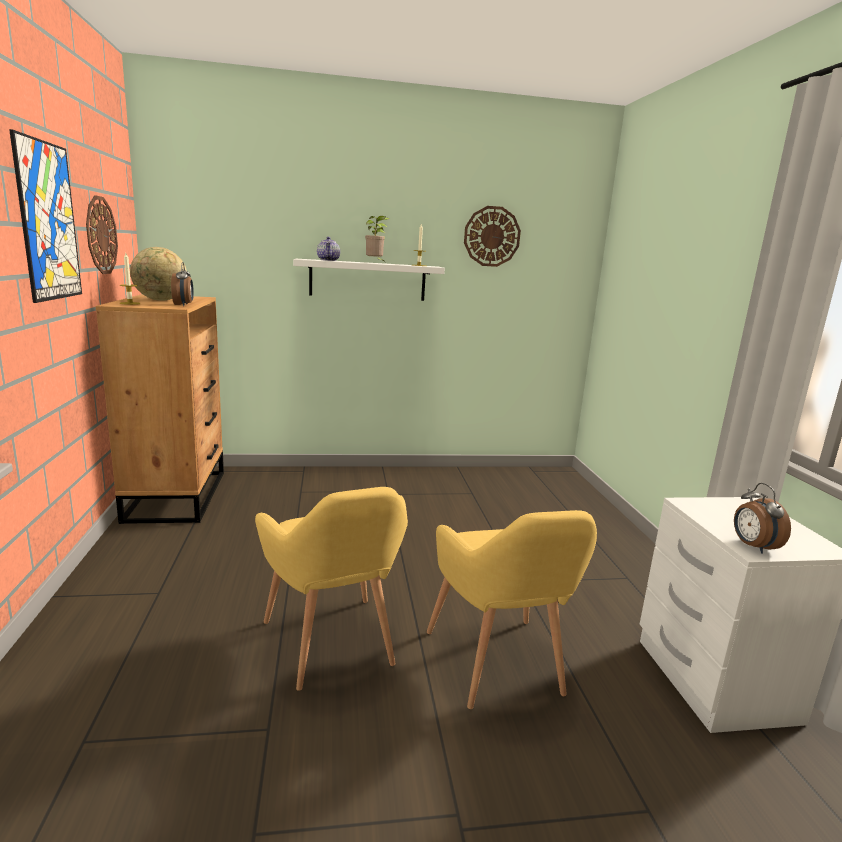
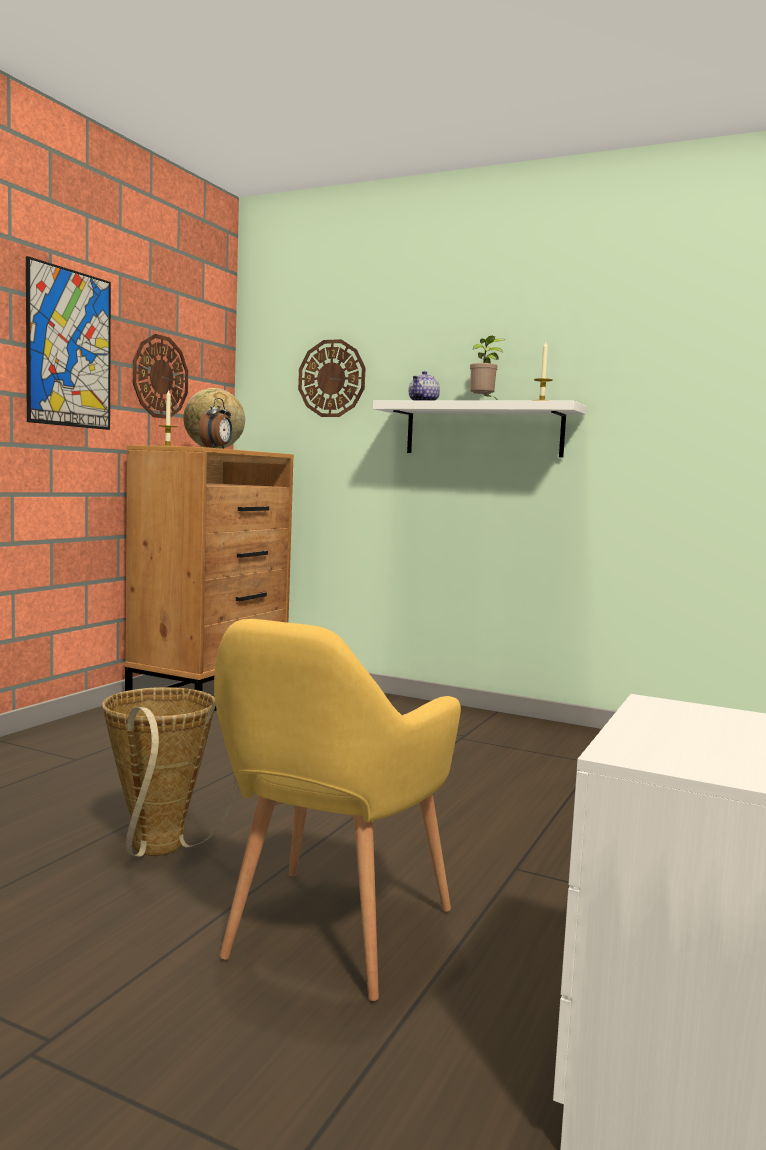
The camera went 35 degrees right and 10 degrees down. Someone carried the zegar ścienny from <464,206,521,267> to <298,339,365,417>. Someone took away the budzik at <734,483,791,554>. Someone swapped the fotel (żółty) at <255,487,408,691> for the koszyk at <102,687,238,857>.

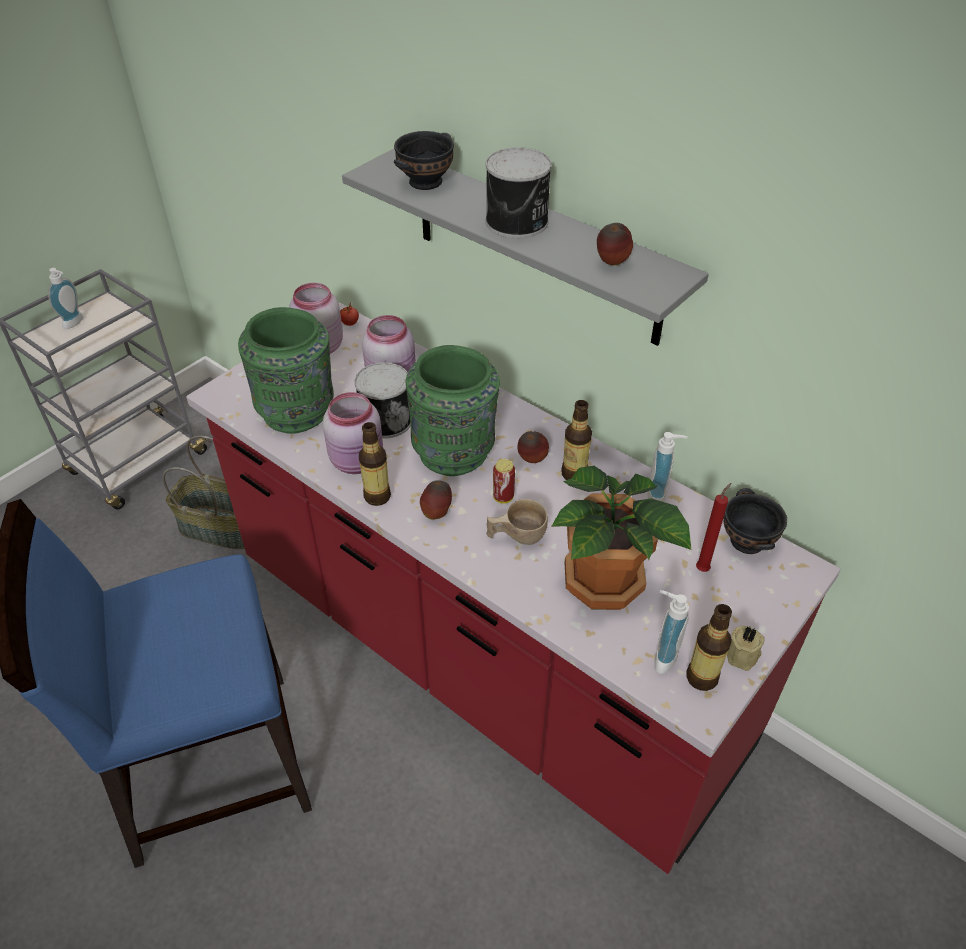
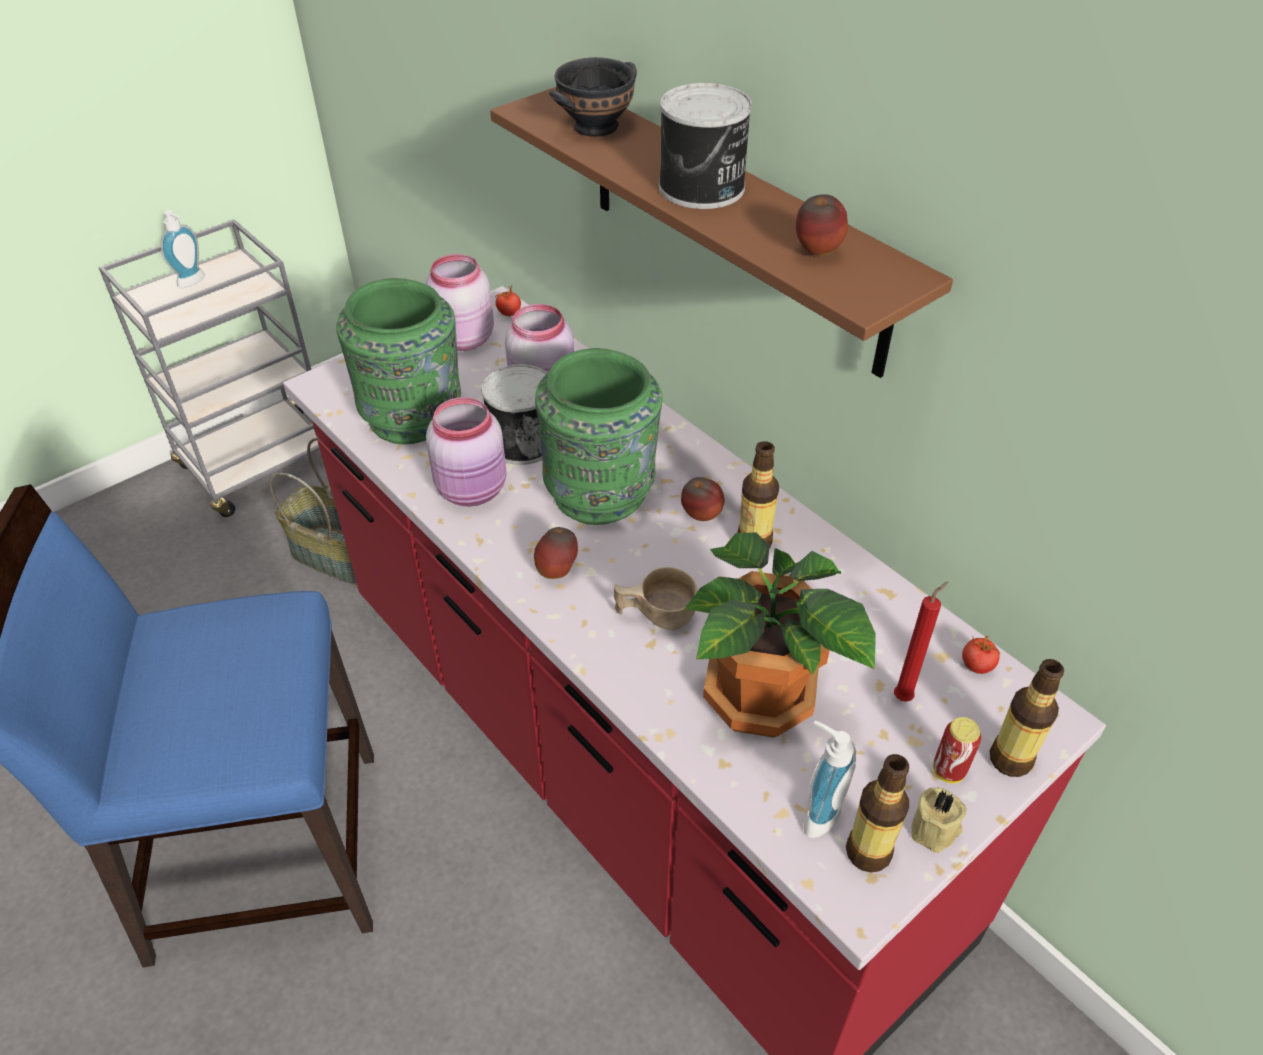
The camera went 10 degrees right and 0 degrees up. Someone repainted the półka (szary) at <342,149,709,346>, which became the półka (brązowy) at <490,87,953,378>. Someone carried the butelka from <359,422,391,506> to <990,659,1064,777>. Someone took away the dozownik mydła at <647,432,688,502>. Someone carried the puszka from <493,459,515,504> to <933,717,981,783>. Someone swapped the miska (czarny) at <724,488,787,554> for the pomidor at <962,635,1000,674>.

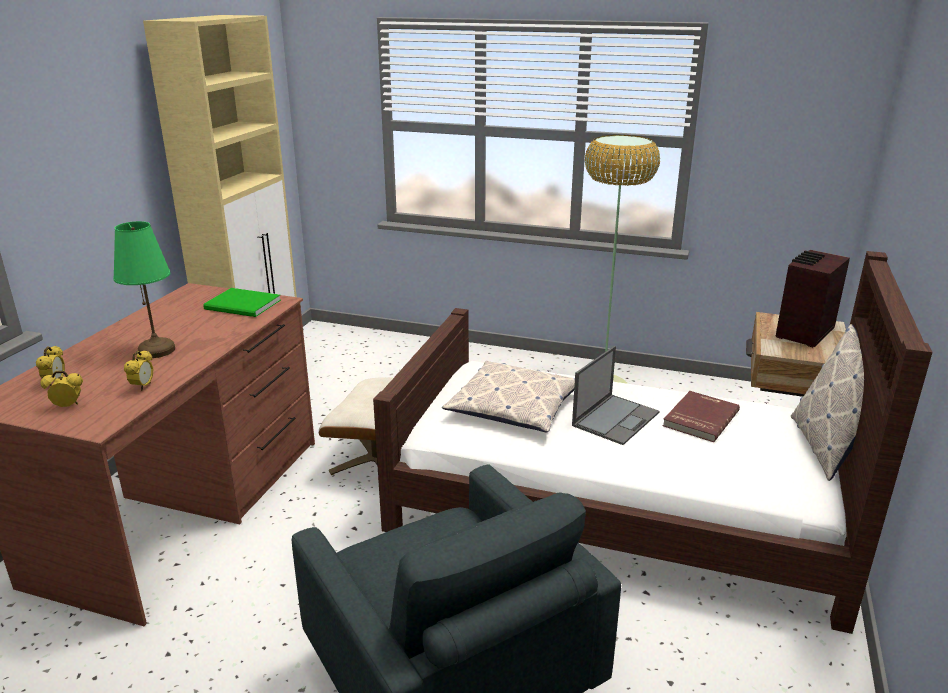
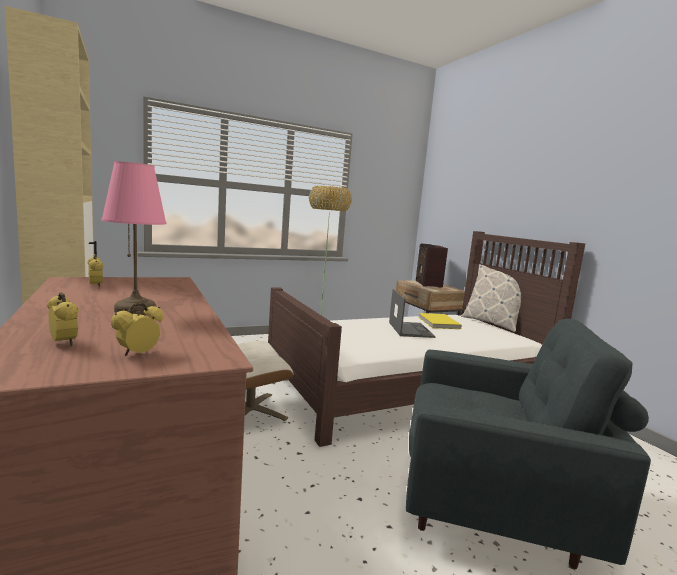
The camera went 45 degrees left and 15 degrees down. Someone repainted the lampa stołowa (zielony) at <113,221,175,358>, which became the lampa stołowa (różowy) at <102,161,166,315>. Someone took away the książka (zielony) at <203,288,281,317>. Someone carried the budzik from <124,350,153,391> to <88,254,104,287>. Someone took away the poduszka at <442,361,575,433>. Someone repainted the książka (czerwony) at <663,391,740,442>, which became the książka (żółty) at <418,313,462,329>.

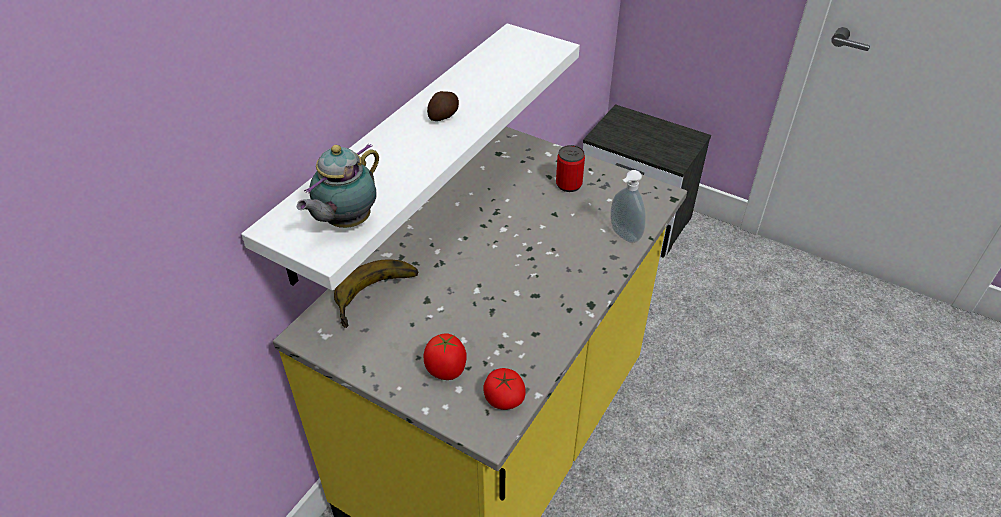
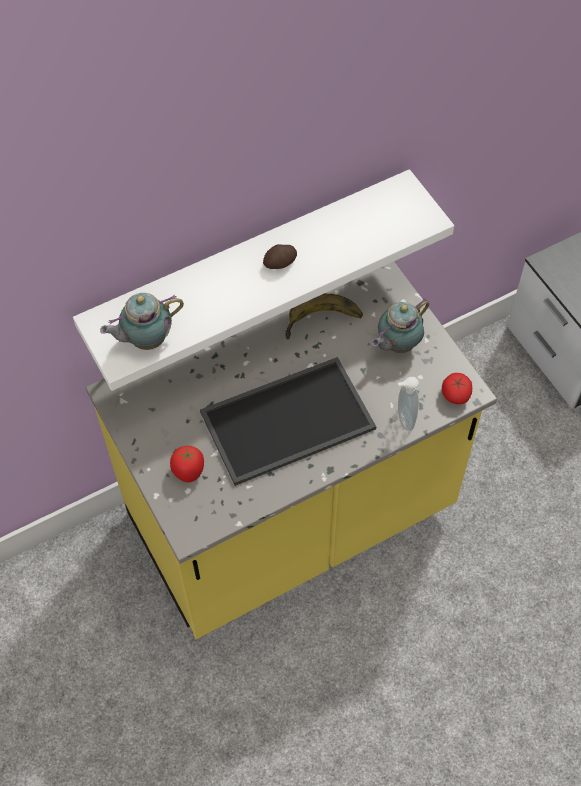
The camera went 30 degrees right and 15 degrees up. Someone swapped the puszka at <556,145,585,192> for the imbryk at <371,298,429,353>. Someone carried the banan from <334,259,419,328> to <285,293,363,339>. Someone carried the pomidor from <484,368,526,410> to <442,373,472,404>. Someone put down the taca at <200,357,376,486>.

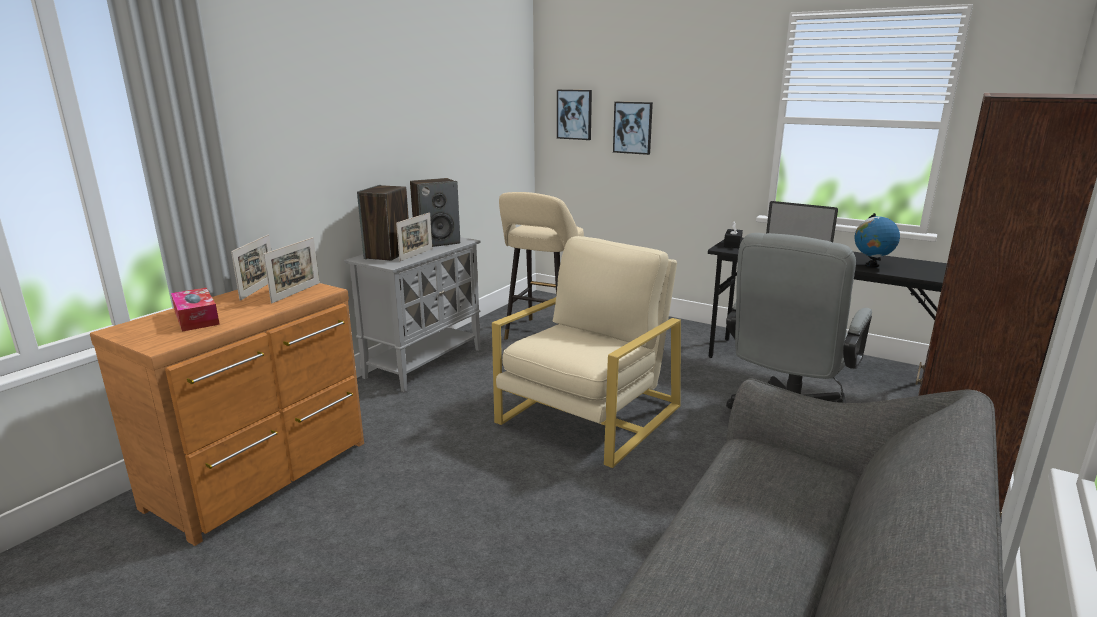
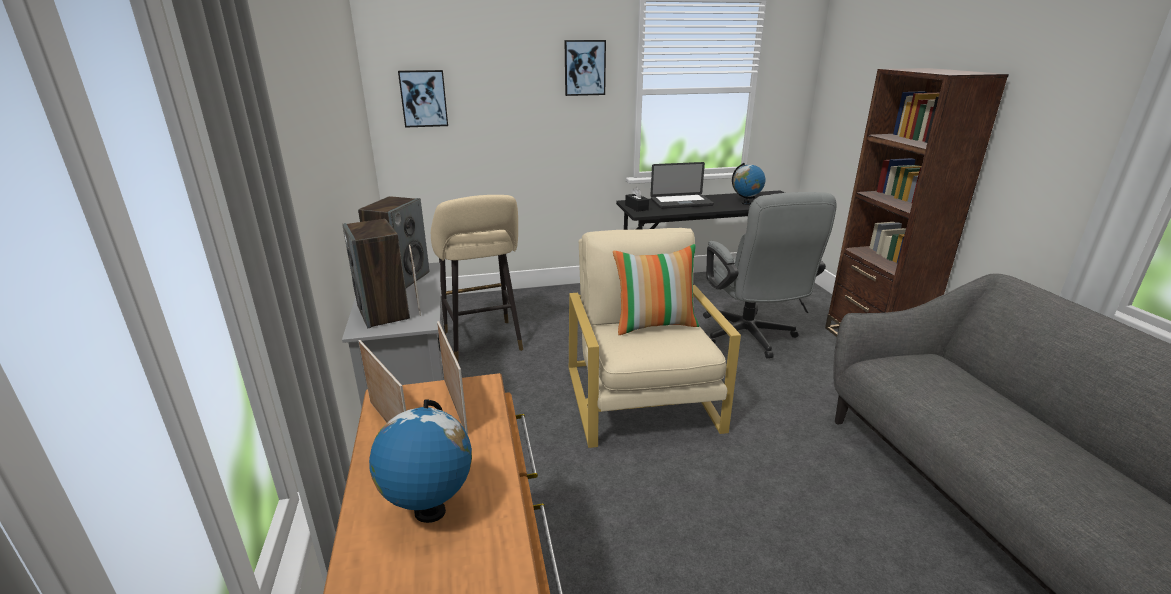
The camera went 45 degrees left and 5 degrees up. Someone carried the obraz from <613,102,653,155> to <564,40,606,96>. Someone swapped the pudełko chusteczek at <171,288,220,332> for the globus at <369,399,472,523>. Someone put down the poduszka at <613,244,699,335>.

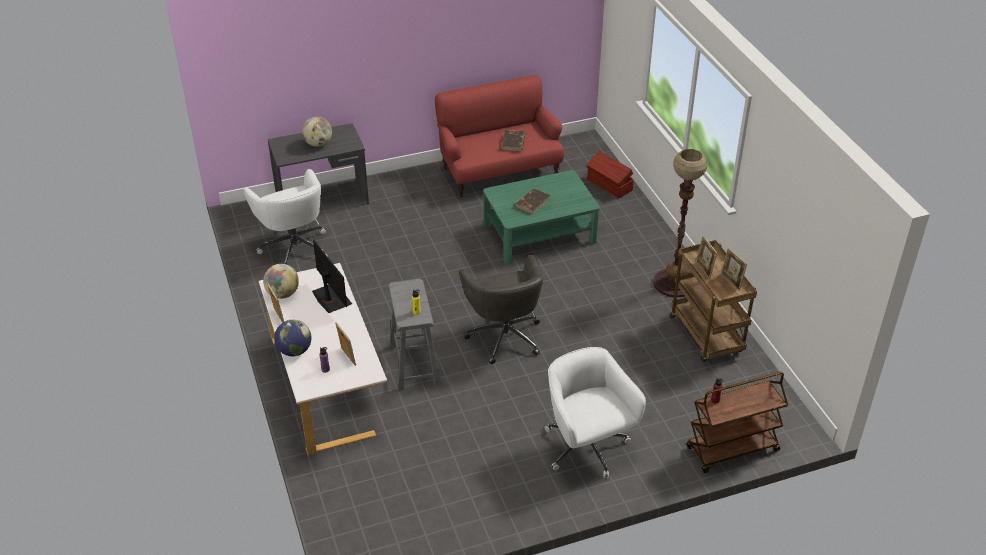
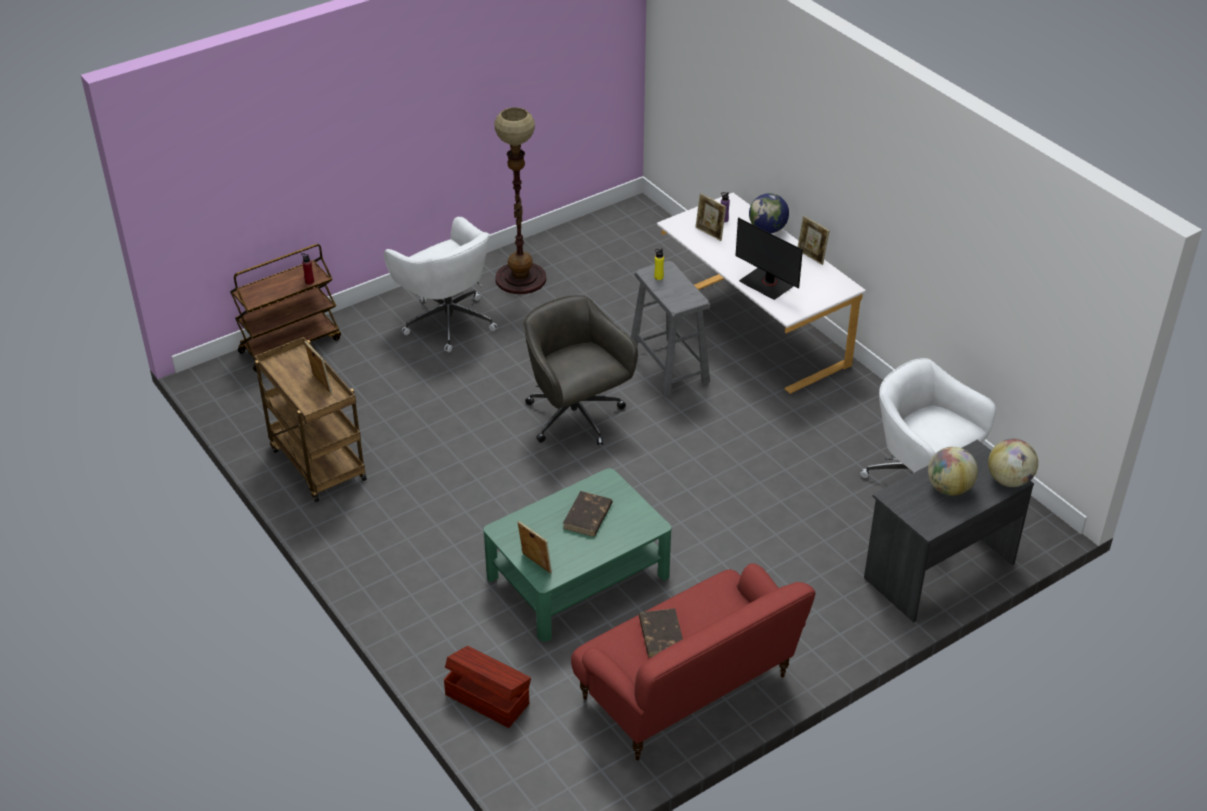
The camera went 165 degrees right and 0 degrees up. Someone carried the lampa stojąca from <653,149,708,297> to <494,107,546,294>. Someone carried the ramka na zdjęcie from <721,248,747,290> to <517,521,552,574>. Someone carried the globus from <263,264,299,299> to <988,439,1038,487>.

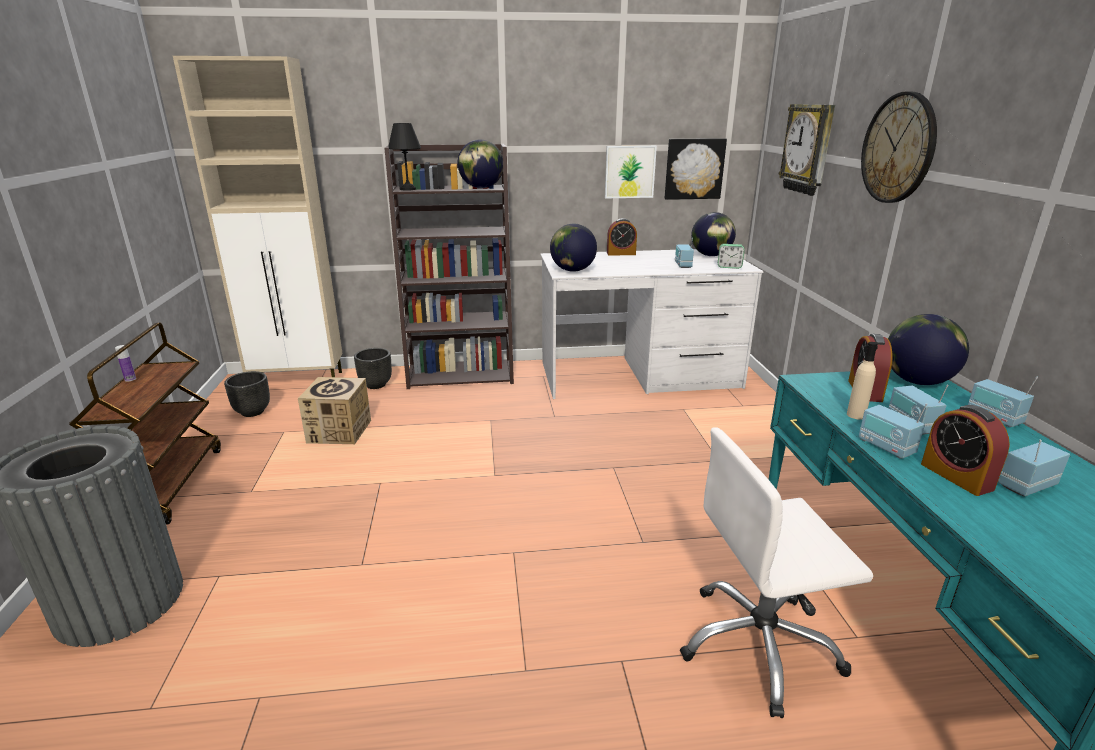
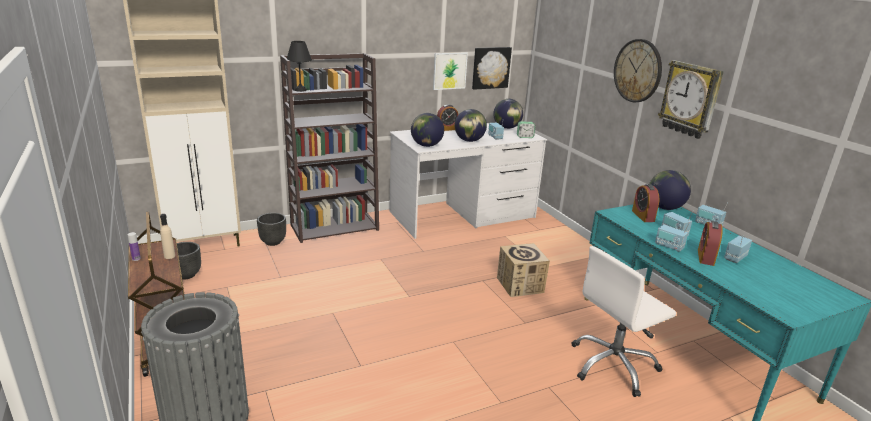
The camera went 20 degrees left and 0 degrees up. Someone carried the zegar ścienny from <778,104,835,196> to <658,60,724,139>. Someone carried the globus from <458,140,503,188> to <455,109,487,142>. Someone carried the butelka (beżowy) from <847,342,878,420> to <160,214,175,259>. Someone carried the karton from <298,377,371,444> to <497,243,550,297>. Someone rotated the budzik at <921,405,1010,496> by 60 degrees clockwise.

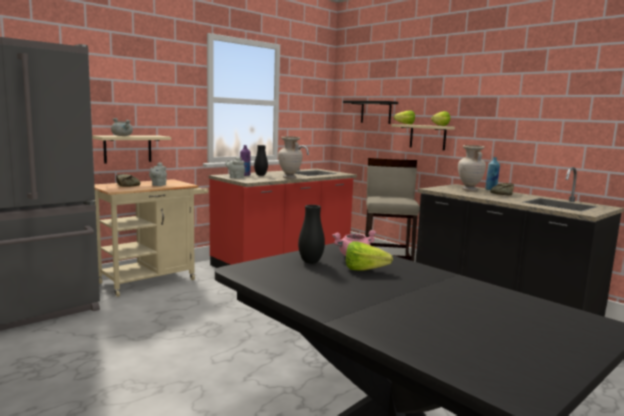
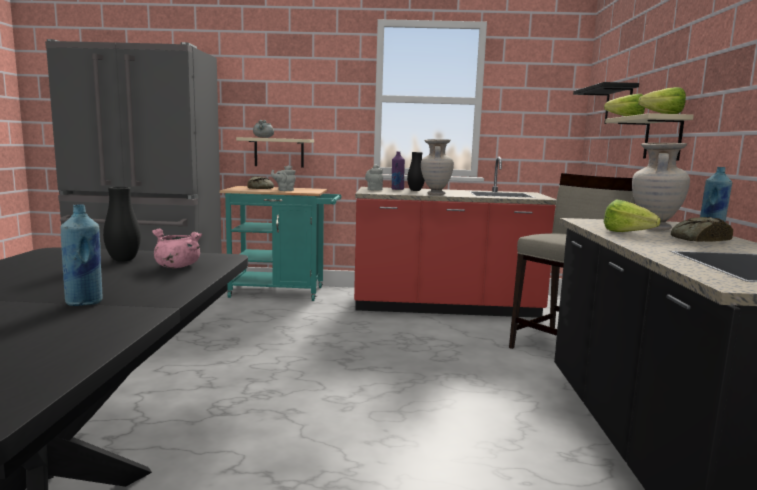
The camera went 45 degrees right and 0 degrees up. Someone repainted the wózek (beżowy) at <94,179,208,297>, which became the wózek (turkusowy) at <219,186,342,301>. Someone carried the sałata from <346,241,393,271> to <604,199,661,232>. Someone put down the butelka (niebieski) at <61,204,102,306>.

